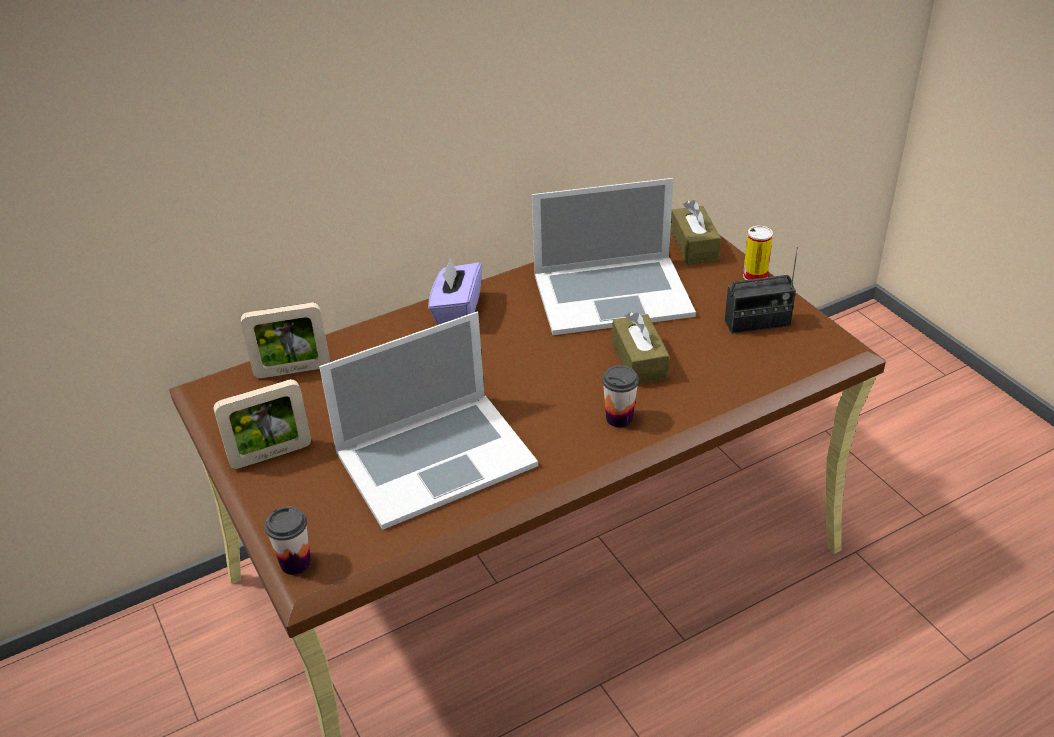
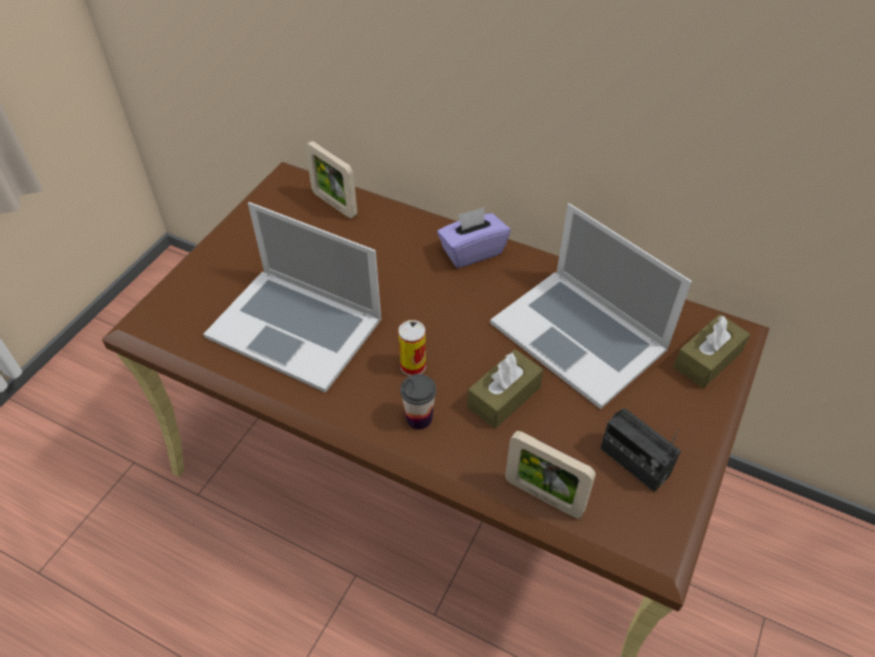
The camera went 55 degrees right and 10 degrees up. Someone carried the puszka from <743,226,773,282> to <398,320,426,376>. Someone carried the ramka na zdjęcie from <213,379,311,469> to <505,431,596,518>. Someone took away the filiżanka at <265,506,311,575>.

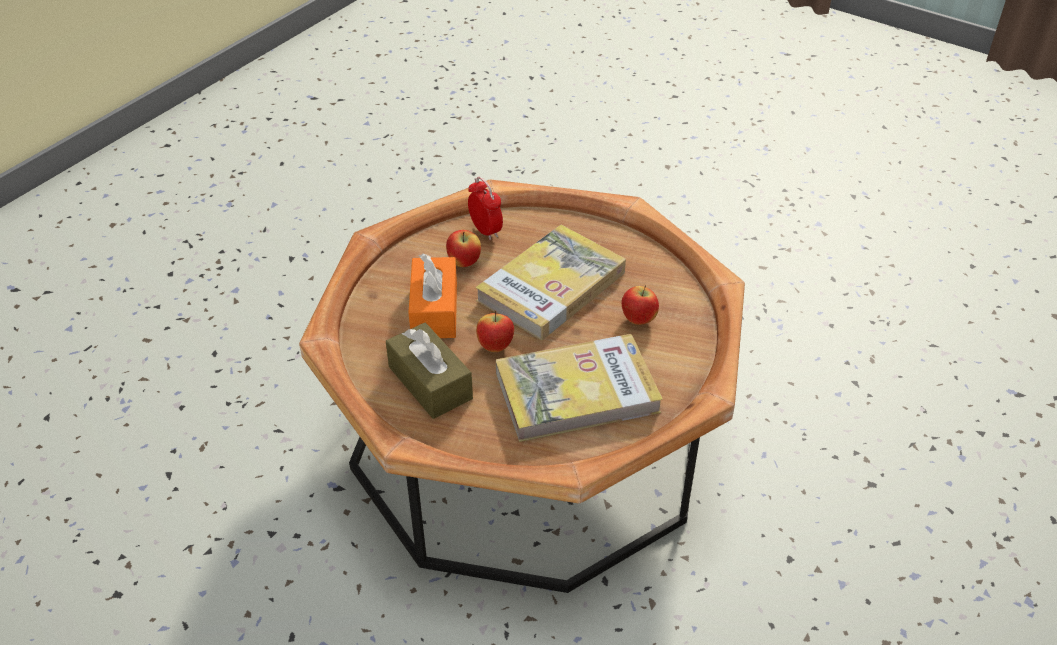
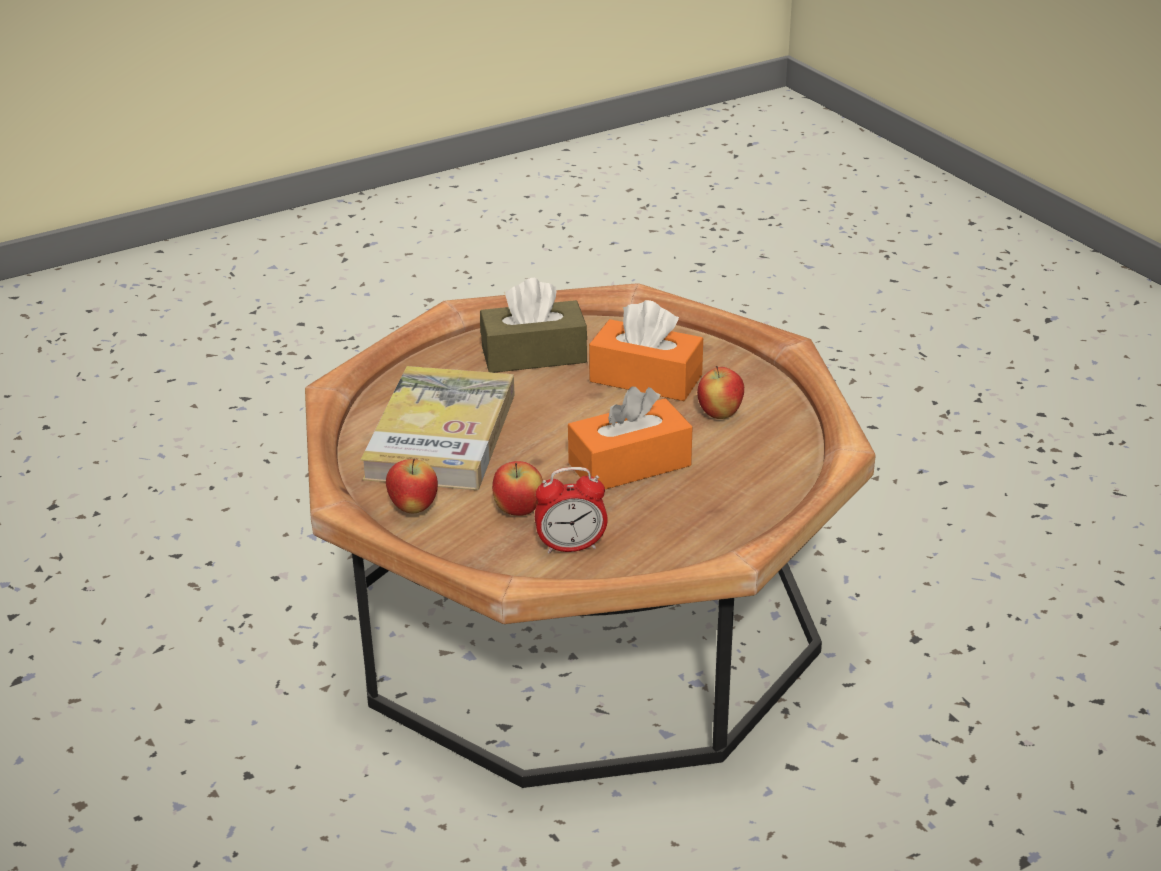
The camera went 115 degrees right and 10 degrees down. Someone carried the budzik from <468,177,503,240> to <535,467,608,554>. Someone swapped the książka at <475,225,626,340> for the pudełko chusteczek (pomarańczowy) at <568,386,693,489>. Someone carried the jabłko from <476,310,514,352> to <386,459,438,513>.

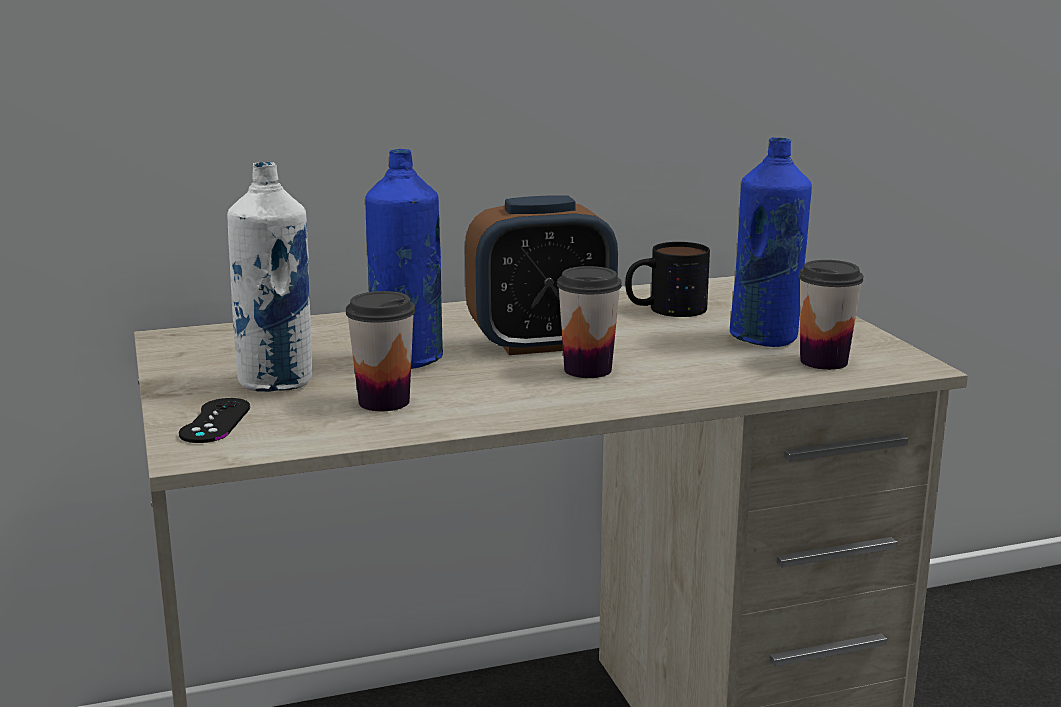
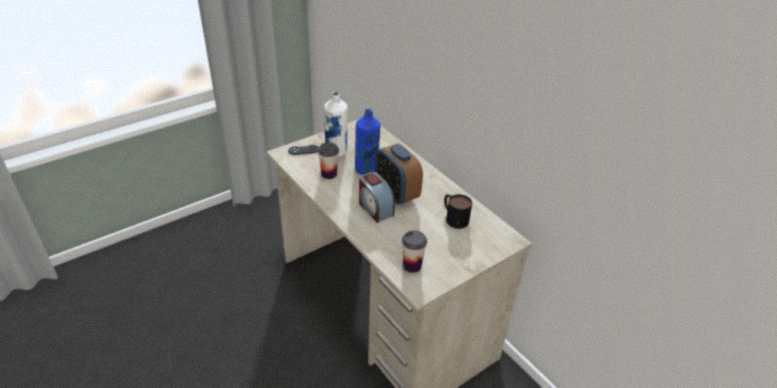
The camera went 70 degrees right and 20 degrees up. Someone took away the butelka (niebieski) at <730,137,812,347>. Someone swapped the filiżanka at <557,266,622,378> for the budzik at <359,172,395,223>.

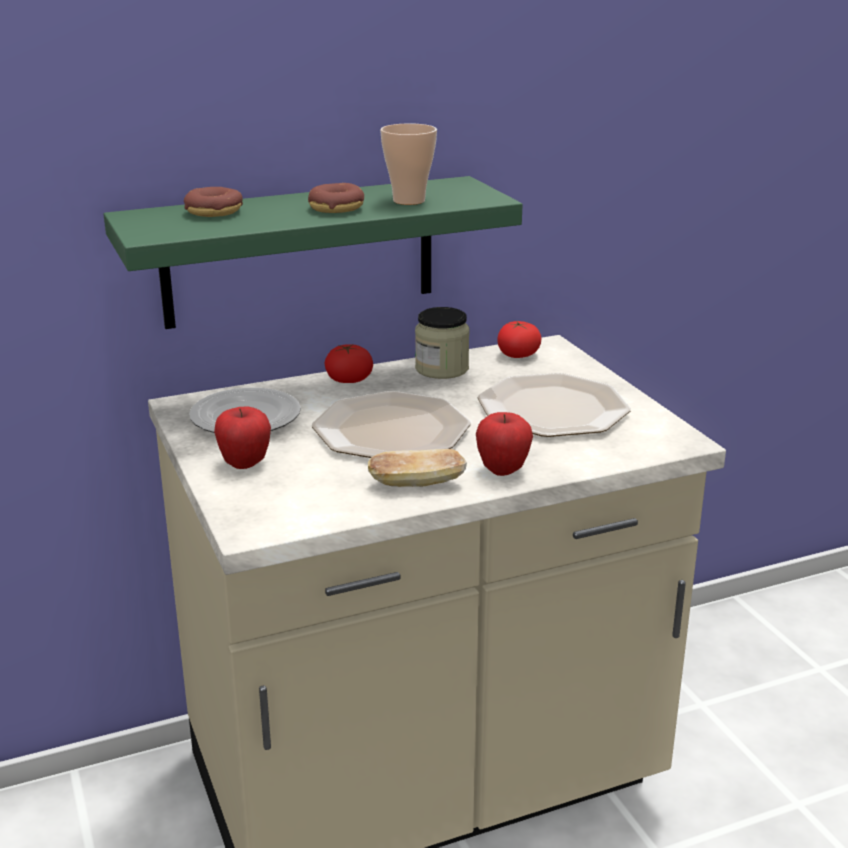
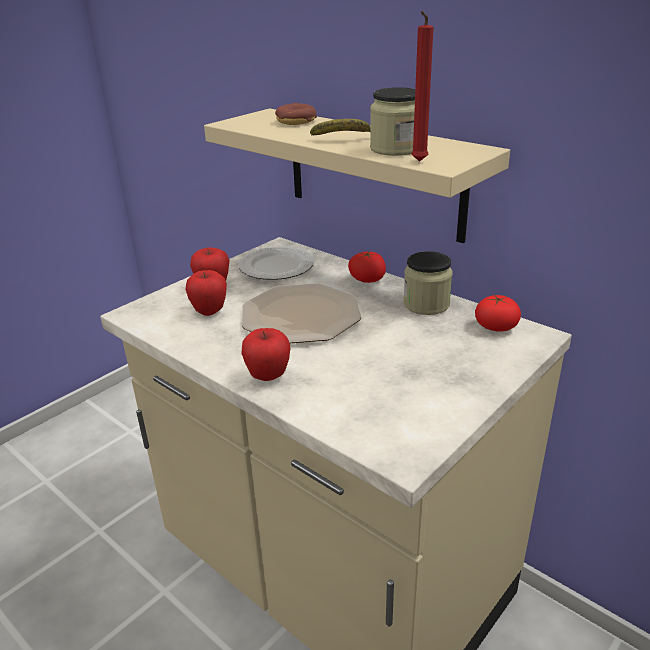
The camera went 65 degrees right and 5 degrees up. Someone swapped the filiżanka at <380,123,437,205> for the słoik at <370,87,415,156>. Someone repainted the półka (zielony) at <104,176,523,329>, which became the półka (beżowy) at <204,108,510,243>. Someone swapped the donut at <308,183,364,213> for the banan at <310,119,371,135>. Someone took away the talerz at <478,373,631,437>. Someone took away the chleb at <368,449,467,487>. Someone put down the świeca (czerwony) at <411,11,434,162>. Someone put down the jabłko at <185,270,227,316>.

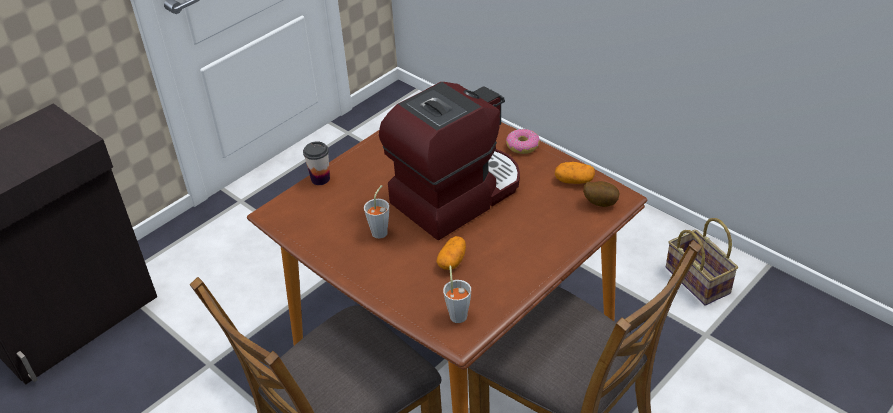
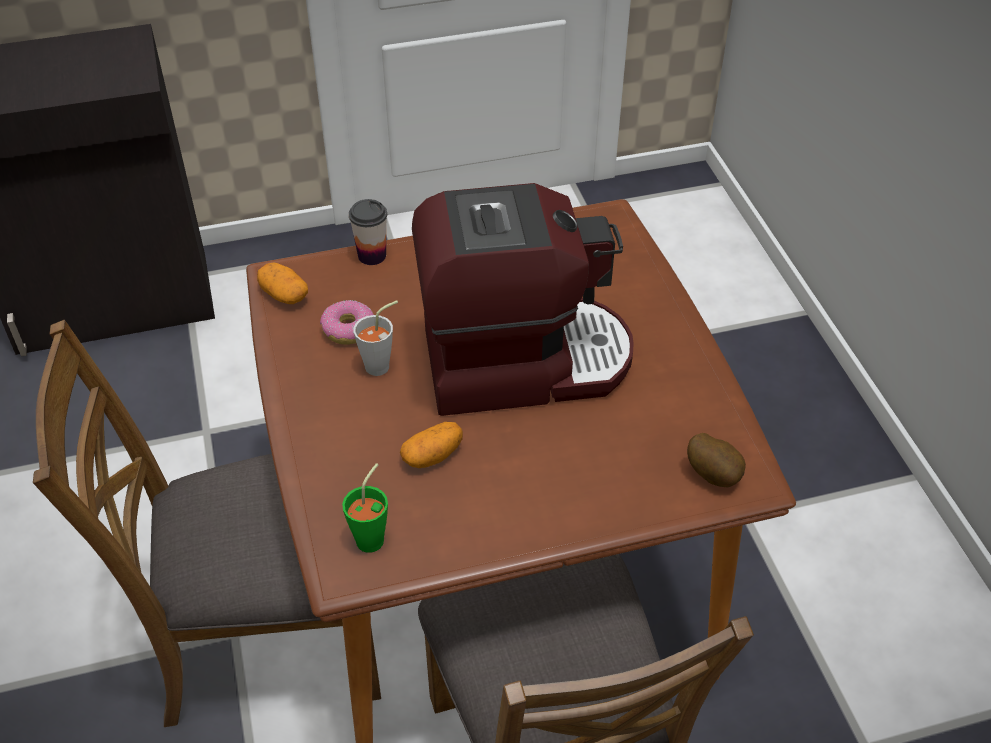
The camera went 30 degrees right and 5 degrees up. Someone carried the donut from <506,129,540,154> to <320,300,374,345>. Someone carried the ziemniak from <555,162,595,184> to <257,263,308,304>. Someone took away the koszyk at <666,218,738,306>. Someone repainted the filiżanka (szary) at <443,266,471,323>, which became the filiżanka (zielony) at <342,463,388,553>.

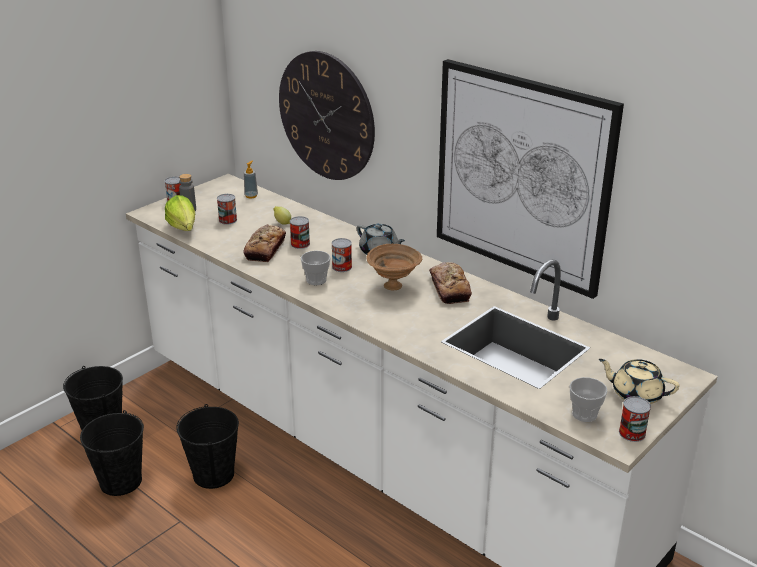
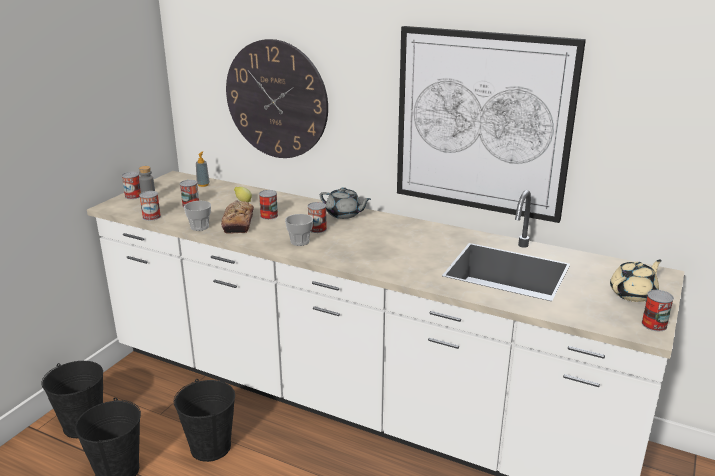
The camera went 15 degrees left and 5 degrees down. Someone swapped the sałata at <165,195,195,231> for the puszka at <139,191,161,221>. Someone took away the miska (brązowy) at <367,244,422,291>. Someone took away the chleb at <429,262,472,304>. Someone rotated the imbryk (beżowy) at <599,359,679,404> by 135 degrees clockwise. Someone carried the filiżanka from <570,377,608,422> to <184,201,211,231>.

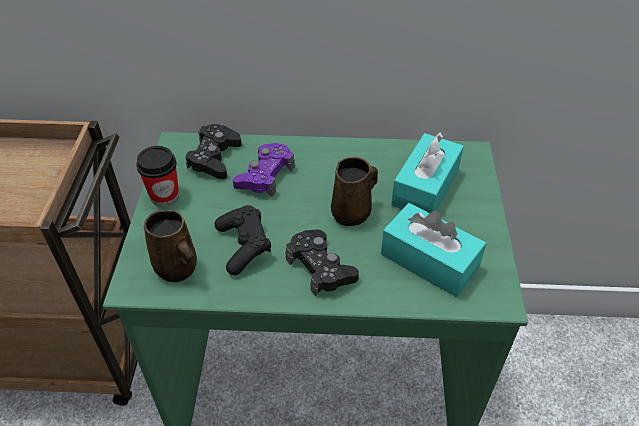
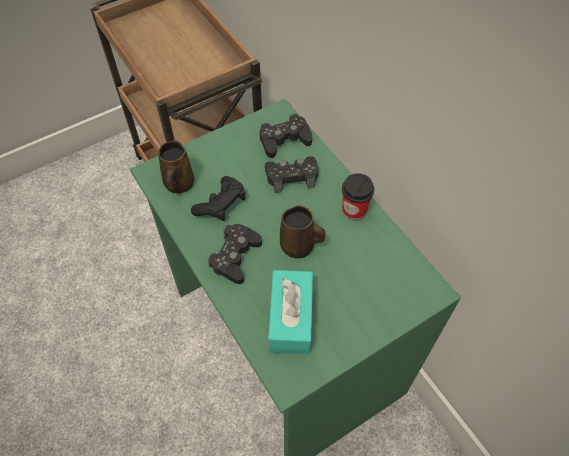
The camera went 55 degrees right and 10 degrees up. Someone took away the pudełko chusteczek (turkusowy) at <391,132,464,213>. Someone repainted the pad do gier (fioletowy) at <233,143,295,197>, which became the pad do gier (czarny) at <265,156,319,193>. Someone carried the filiżanka from <136,146,179,206> to <342,173,374,221>.

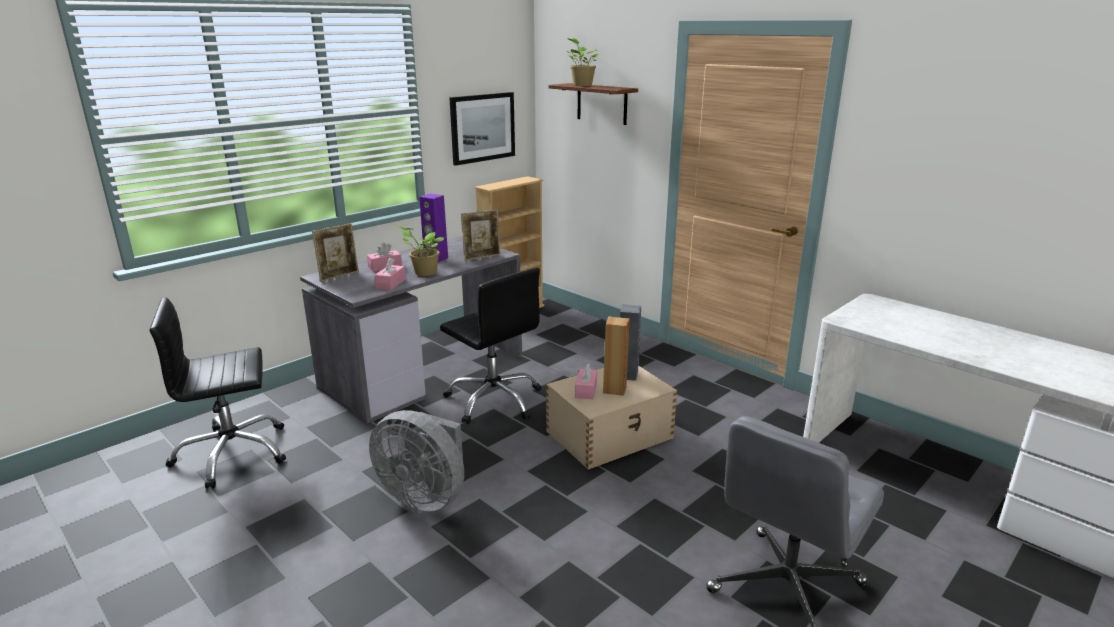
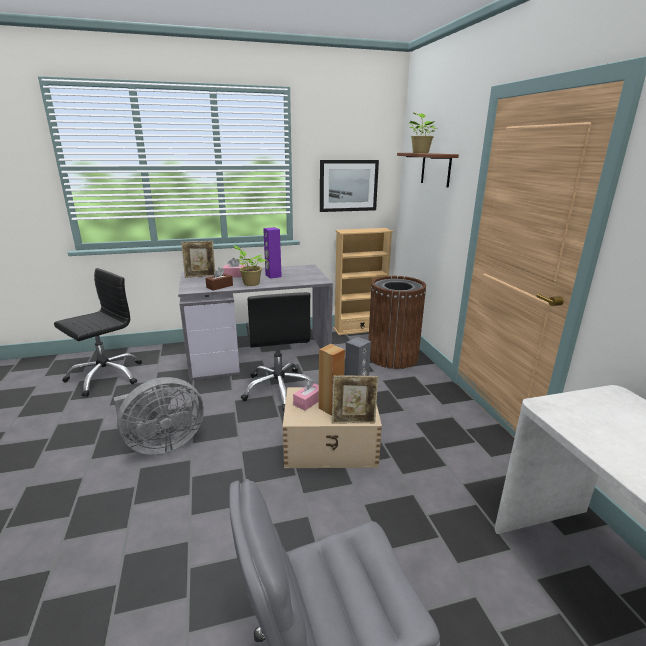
The camera went 30 degrees right and 0 degrees up. Someone carried the ramka na zdjęcie from <461,209,501,261> to <332,375,379,424>. Someone repainted the pudełko chusteczek (różowy) at <374,258,406,290>, which became the pudełko chusteczek (brązowy) at <205,267,233,290>. Someone rotated the krzesło biurowe (czarny) at <150,297,286,488> by 120 degrees clockwise. Someone rotated the wentylator (szary) at <369,410,464,512> by 90 degrees counterclockwise. Someone put down the kosz na śmieci (brązowy) at <368,276,426,369>.

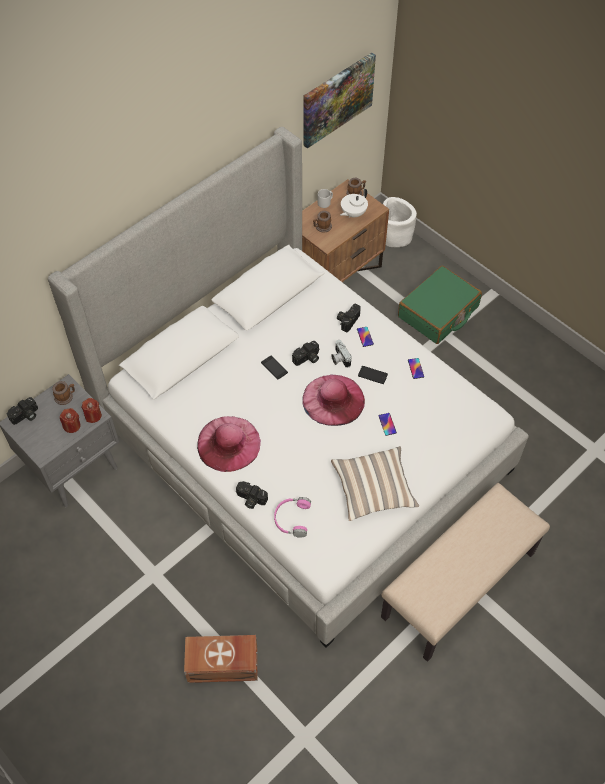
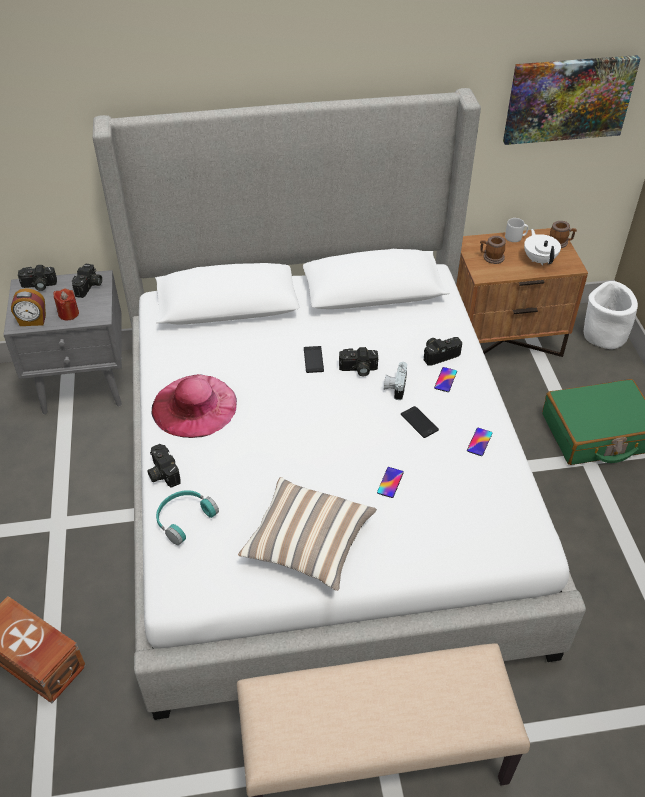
The camera went 35 degrees right and 10 degrees down. Someone rotated the imbryk (biały) at <340,188,368,218> by 90 degrees clockwise. Someone took away the kapelusz (różowy) at <302,374,365,426>. Someone swapped the kubek at <52,381,75,405> for the aparat fotograficzny at <72,264,102,298>. Someone took away the świeca (czerwony) at <81,398,102,423>. Someone repainted the słuchawki (różowy) at <274,497,311,538>, which became the słuchawki (turkusowy) at <156,490,219,545>. Someone put down the budzik at <11,288,46,326>.

